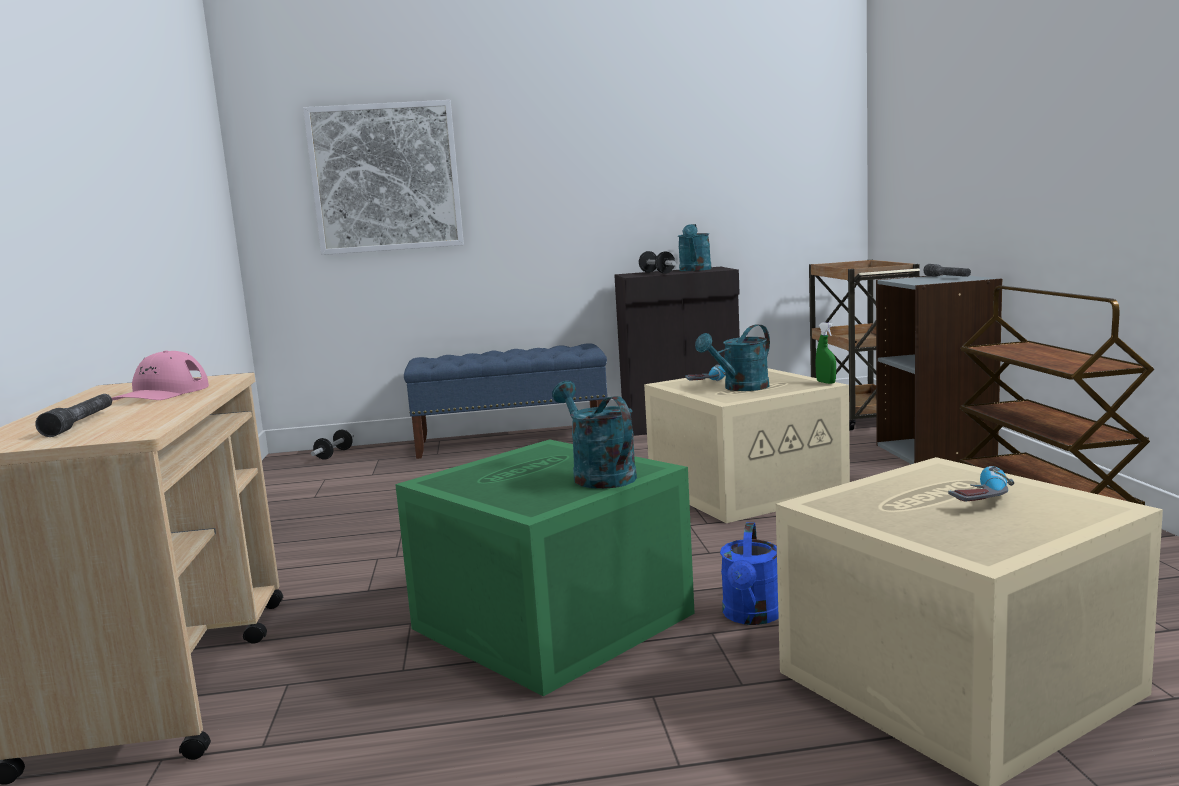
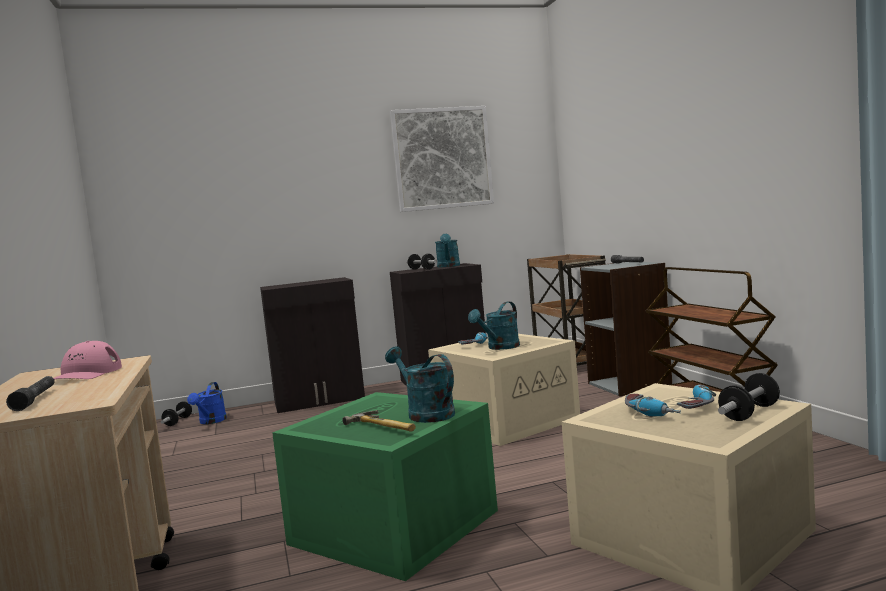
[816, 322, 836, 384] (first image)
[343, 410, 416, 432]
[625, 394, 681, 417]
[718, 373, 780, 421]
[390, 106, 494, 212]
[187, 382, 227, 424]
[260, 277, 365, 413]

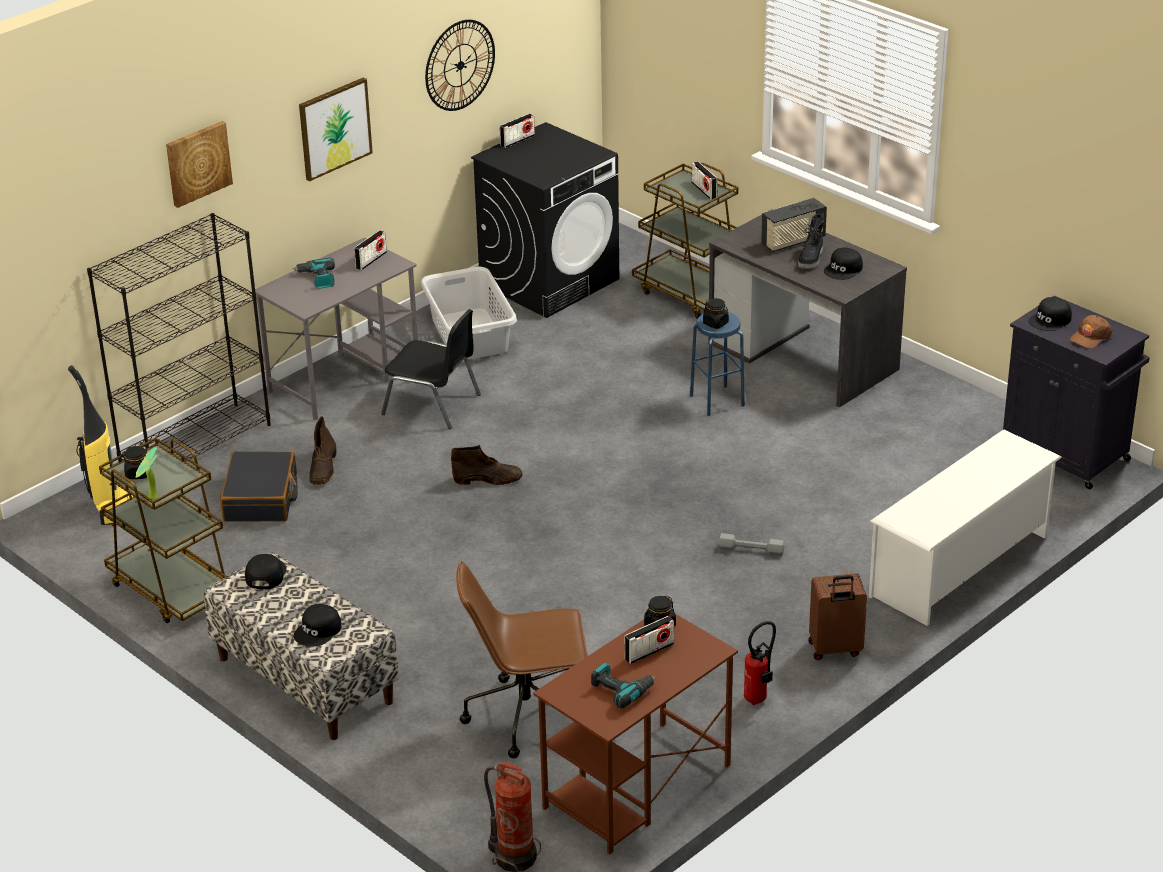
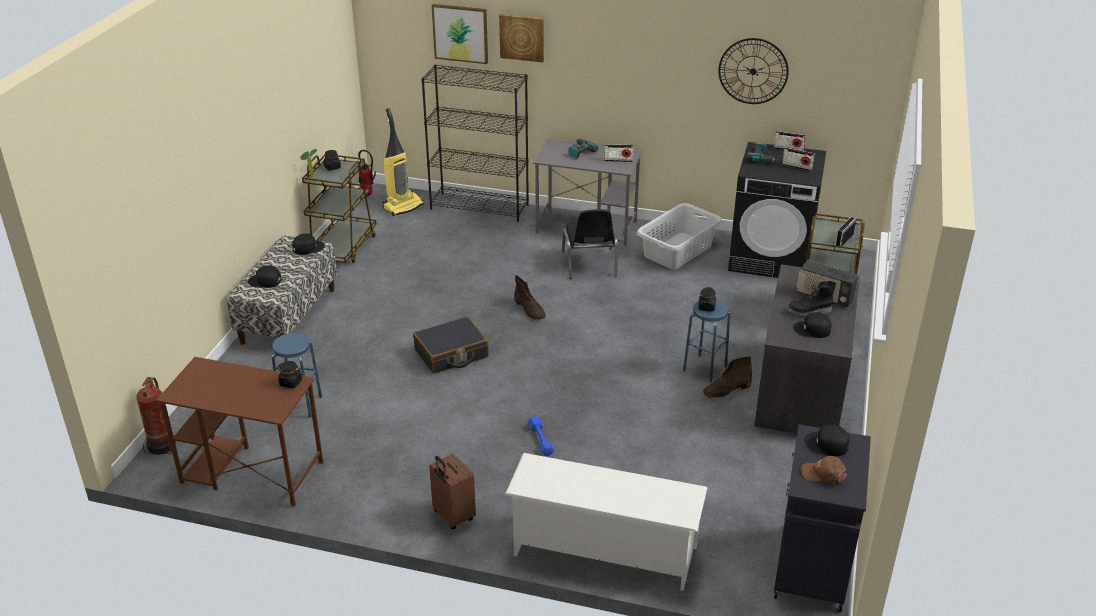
[413, 317, 489, 374]
[432, 4, 488, 64]
[703, 356, 752, 398]
[746, 142, 776, 163]
[782, 148, 815, 171]
[358, 150, 376, 196]
[272, 333, 322, 418]
[528, 416, 554, 456]

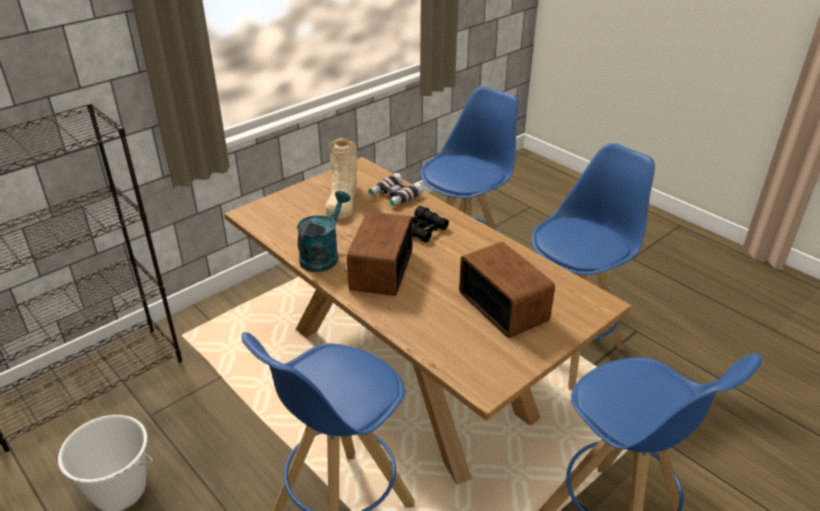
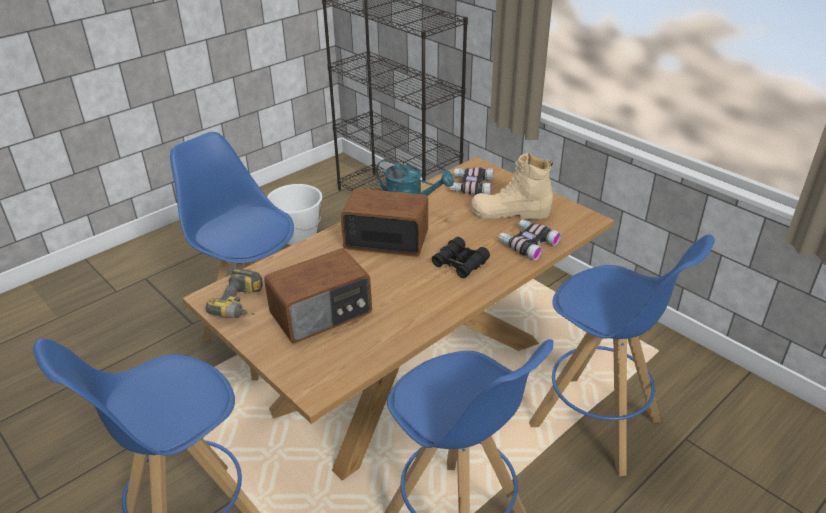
[205, 268, 263, 318]
[450, 167, 493, 195]

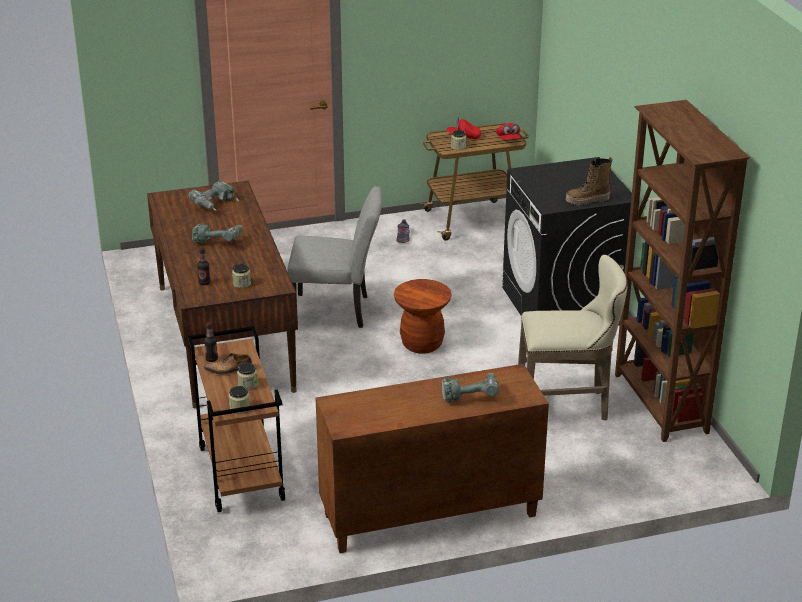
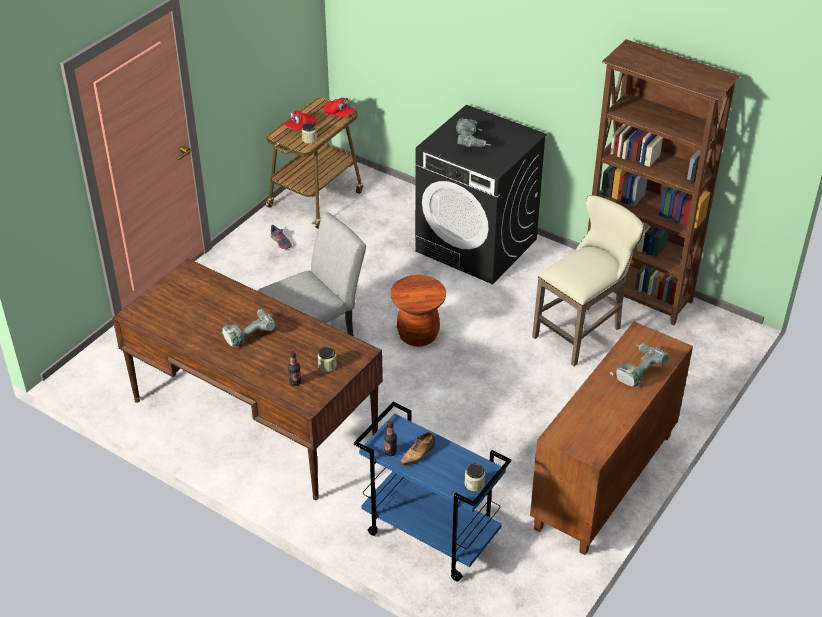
[237, 363, 258, 390] (first image)
[566, 157, 613, 205] (first image)
[456, 118, 491, 147]
[354, 402, 511, 582]

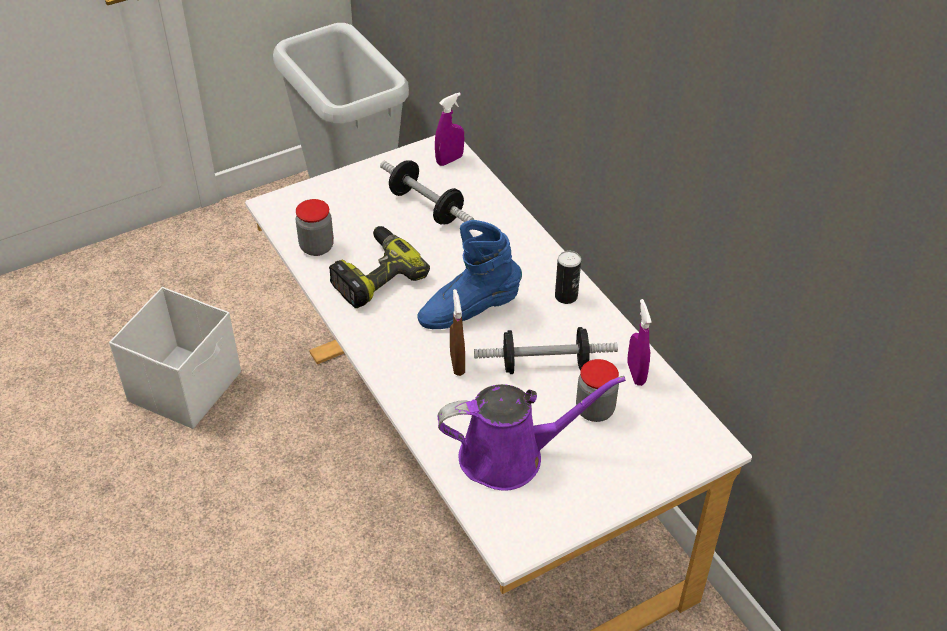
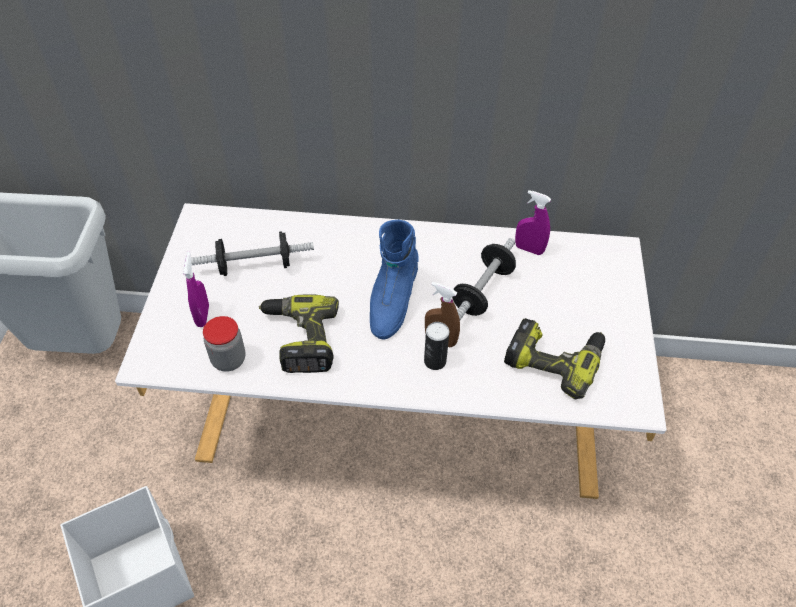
[576, 359, 619, 422] (first image)
[183, 252, 209, 327]
[424, 322, 449, 370]
[504, 318, 605, 399]

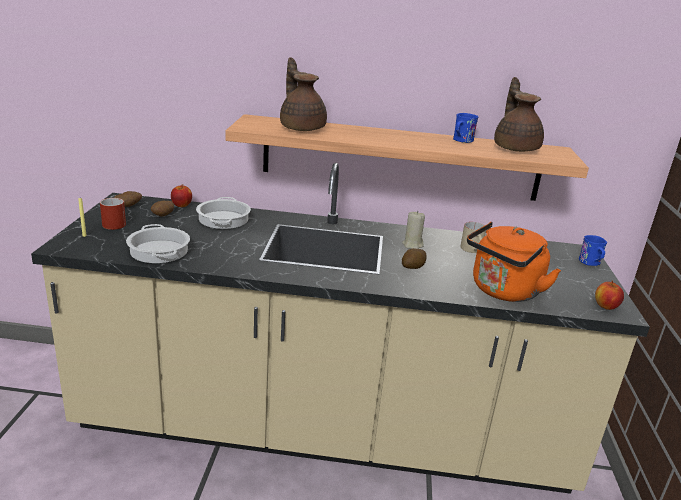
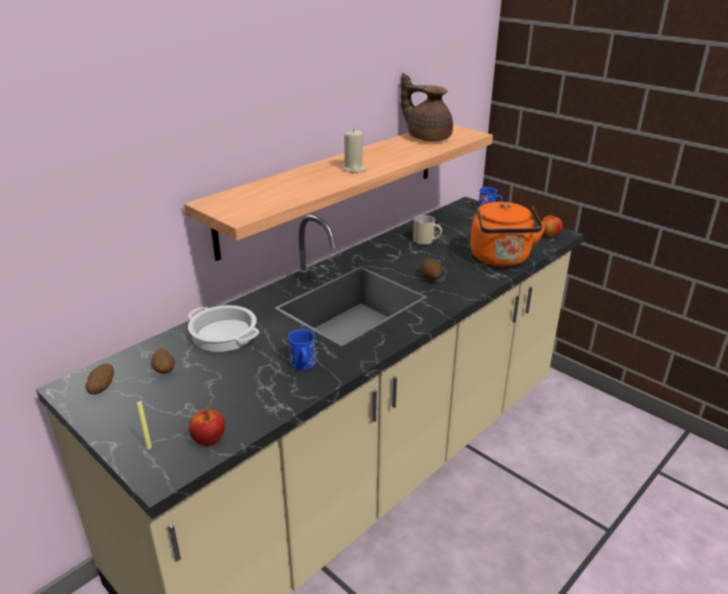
[100, 198, 126, 230] (first image)
[126, 224, 190, 263] (first image)
[280, 57, 327, 131] (first image)
[189, 409, 225, 446]
[343, 129, 366, 173]
[288, 329, 315, 370]

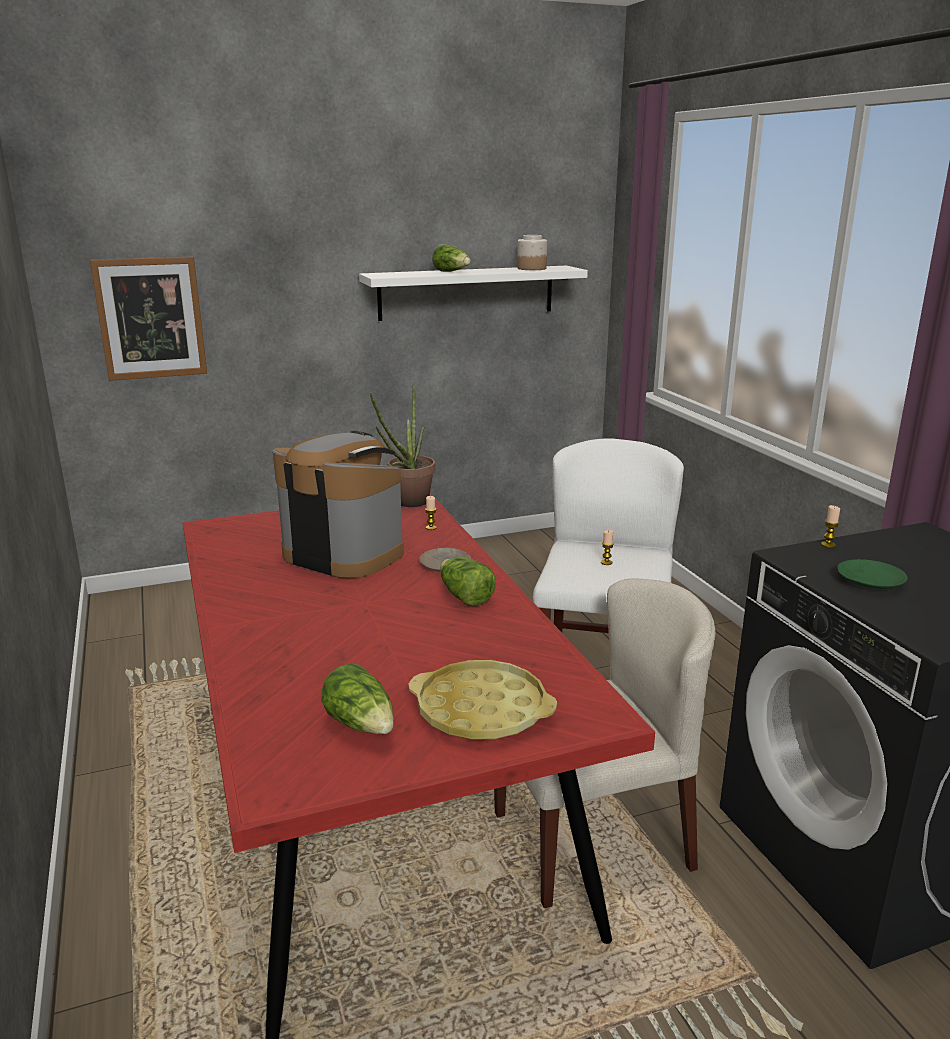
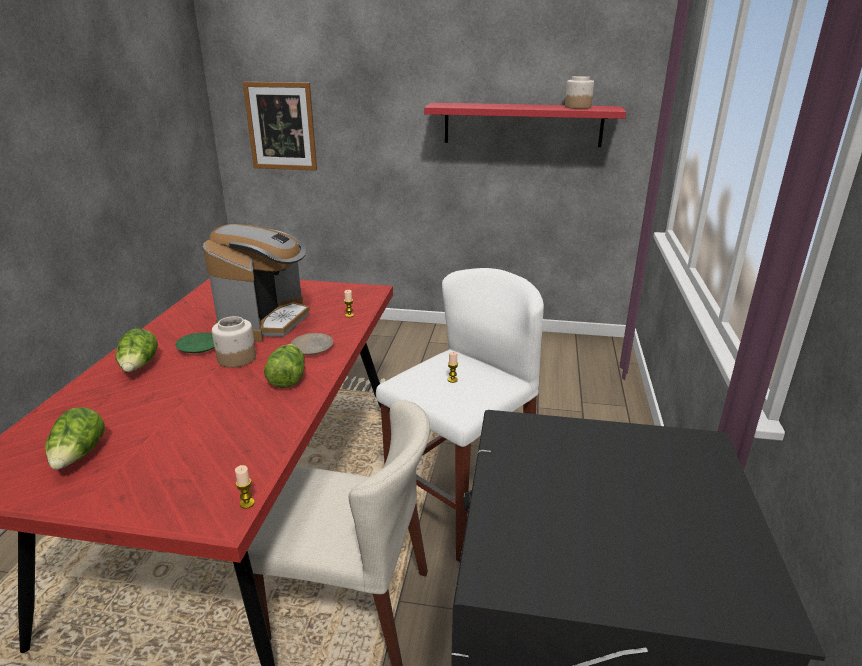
[370, 379, 435, 507] (first image)
[408, 660, 557, 740] (first image)
[212, 316, 256, 368]
[116, 329, 158, 372]
[235, 465, 255, 509]
[175, 332, 214, 353]
[424, 103, 626, 147]
[203, 224, 310, 342]

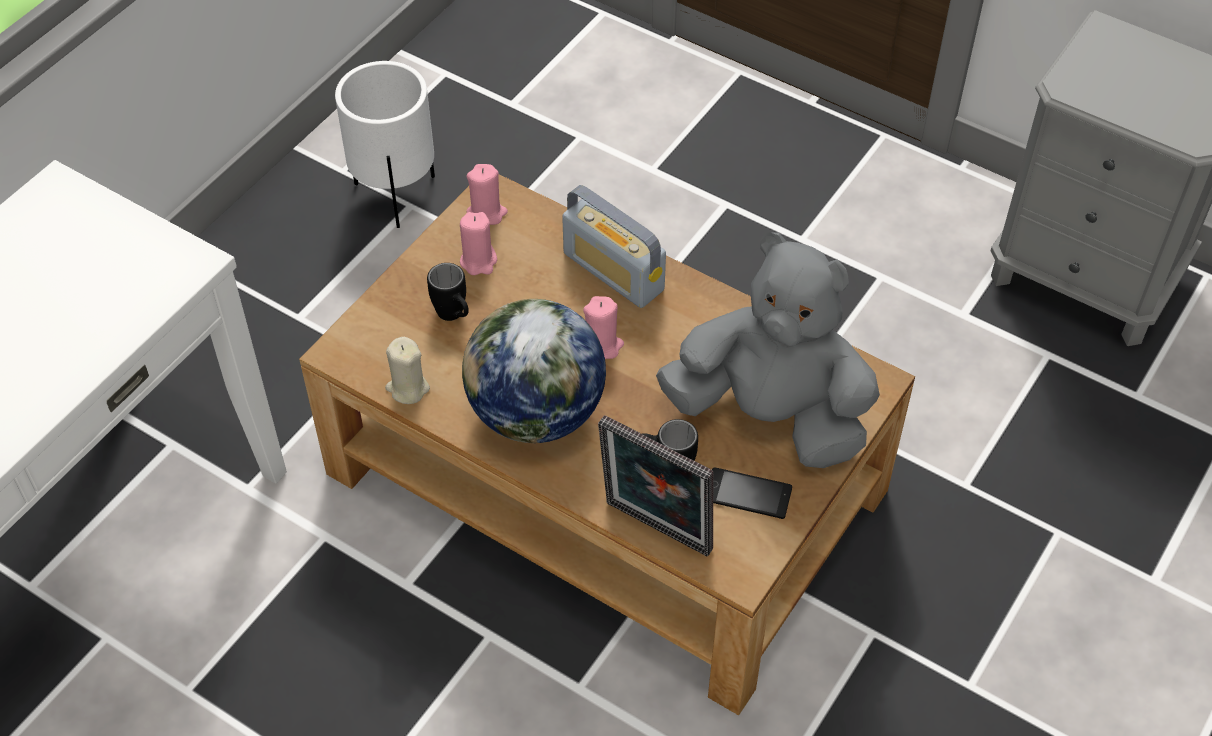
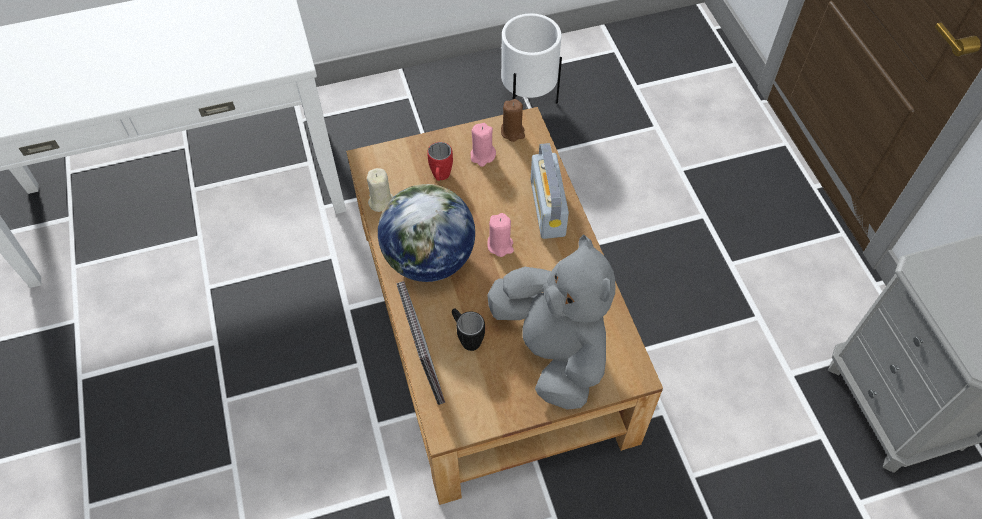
[712, 467, 792, 519] (first image)
[427, 142, 453, 181]
[501, 99, 525, 142]

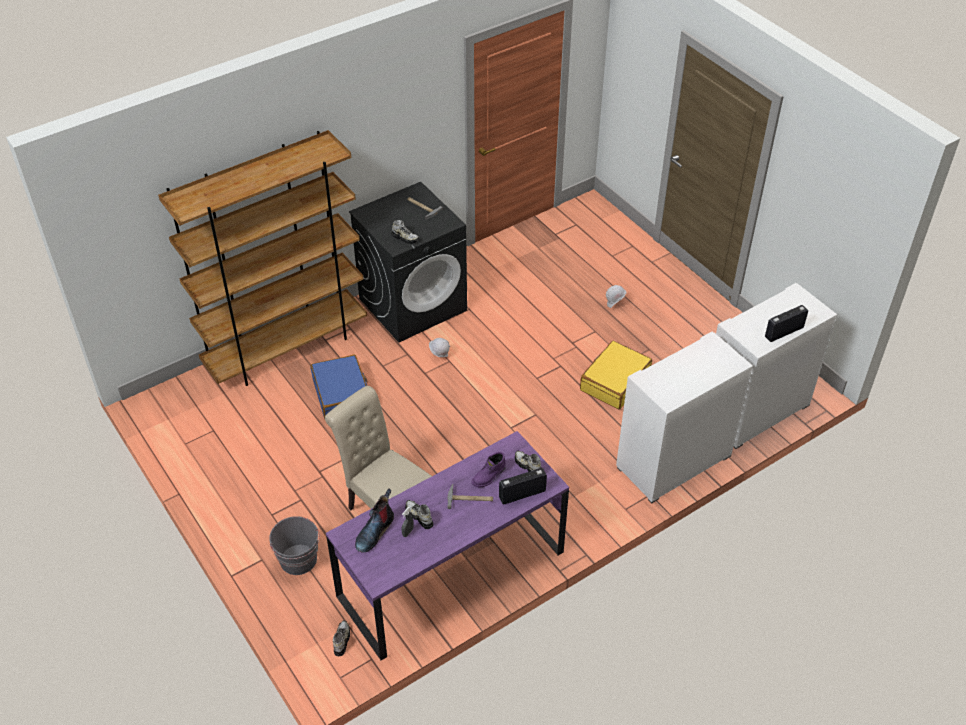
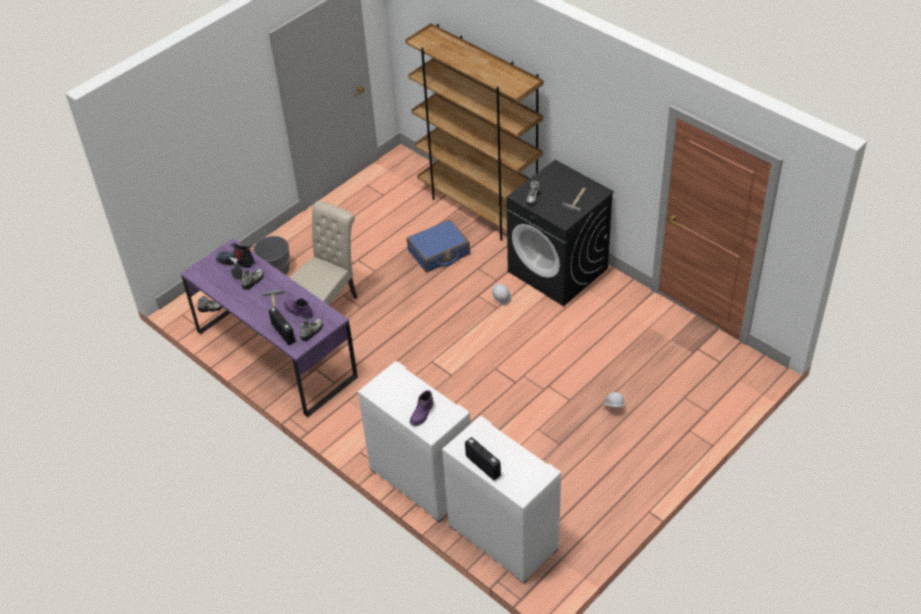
[580, 341, 652, 409] (first image)
[410, 390, 434, 426]

